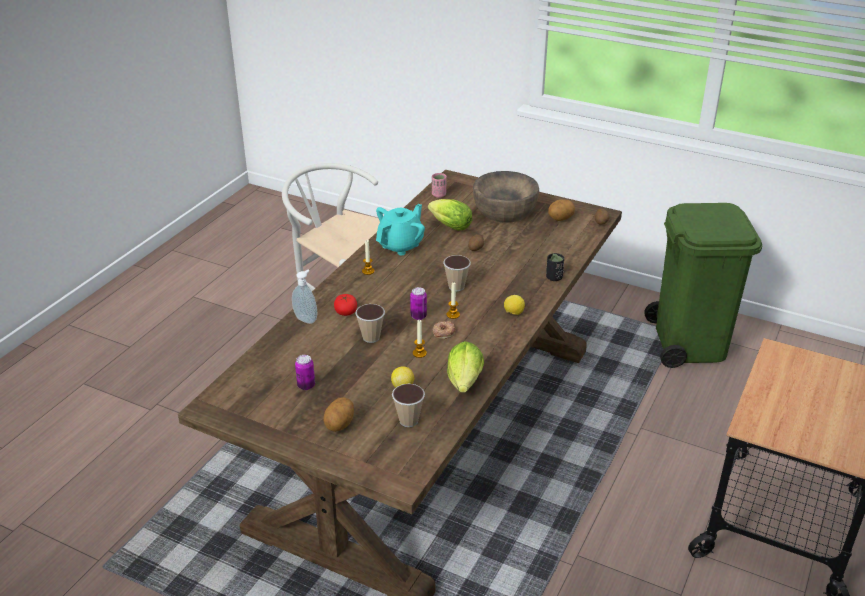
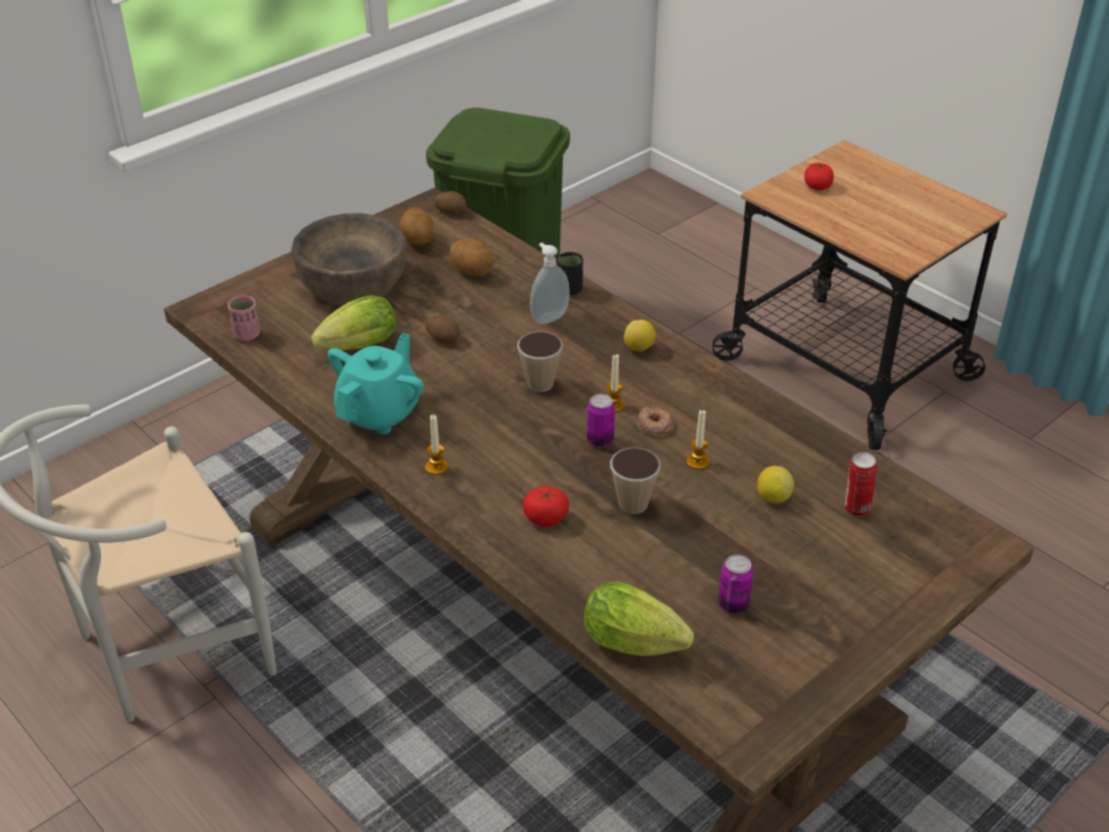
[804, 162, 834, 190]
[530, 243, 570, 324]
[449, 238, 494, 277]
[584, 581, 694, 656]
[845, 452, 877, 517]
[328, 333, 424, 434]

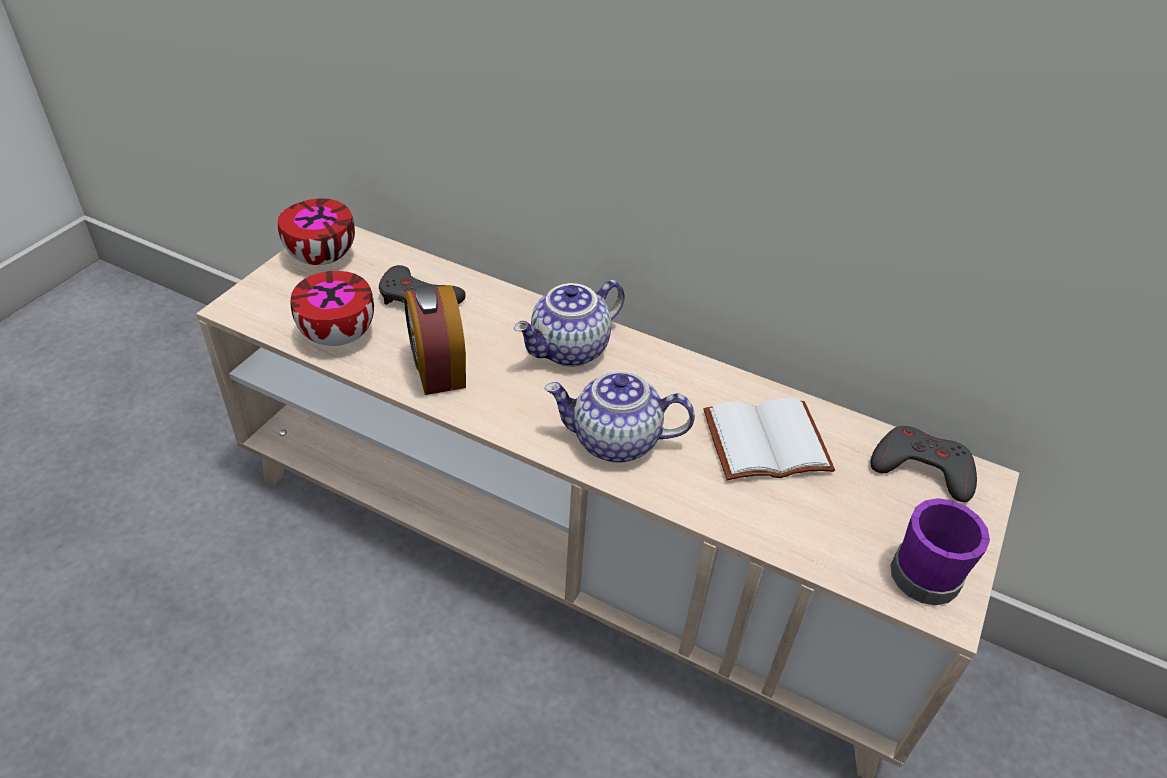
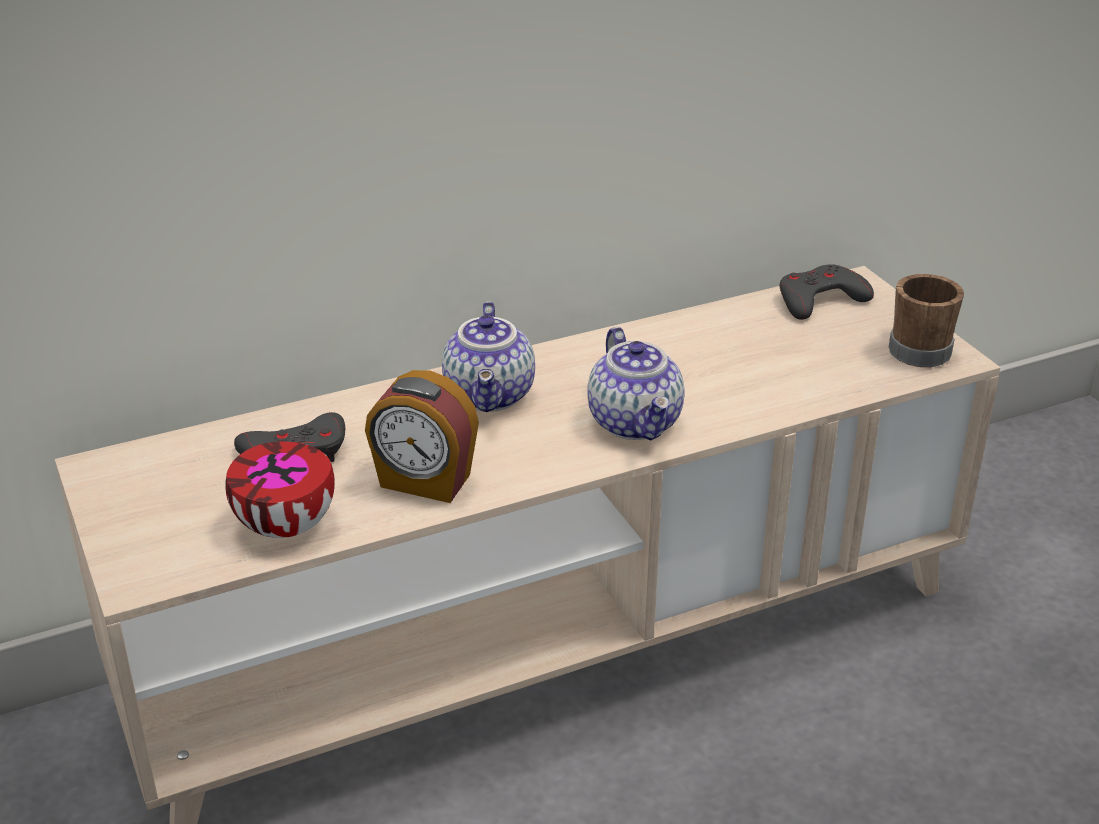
[278, 198, 355, 265] (first image)
[704, 398, 835, 480] (first image)
[889, 274, 964, 367]
[587, 327, 685, 440]

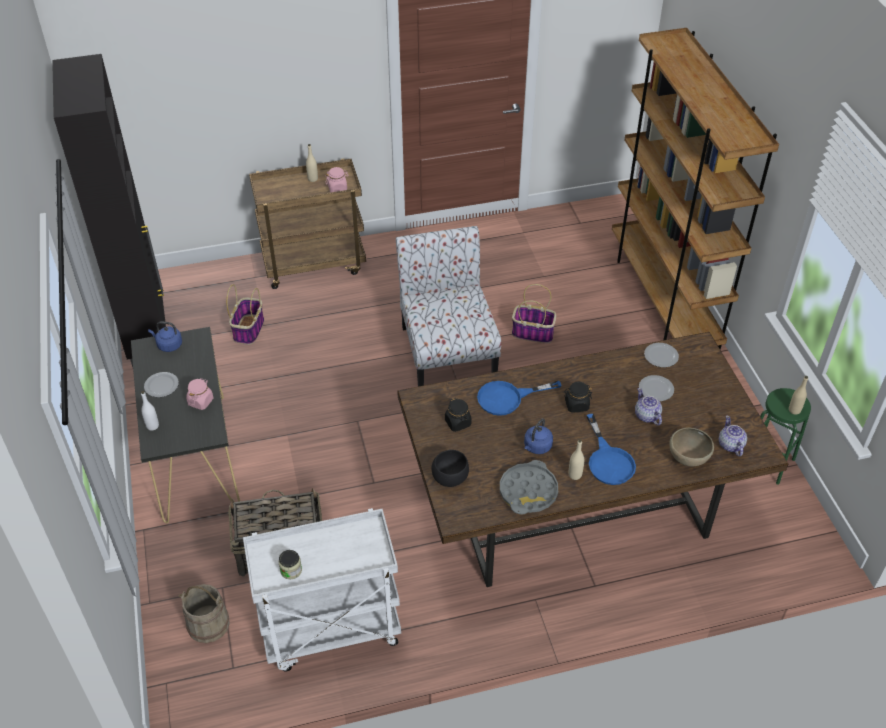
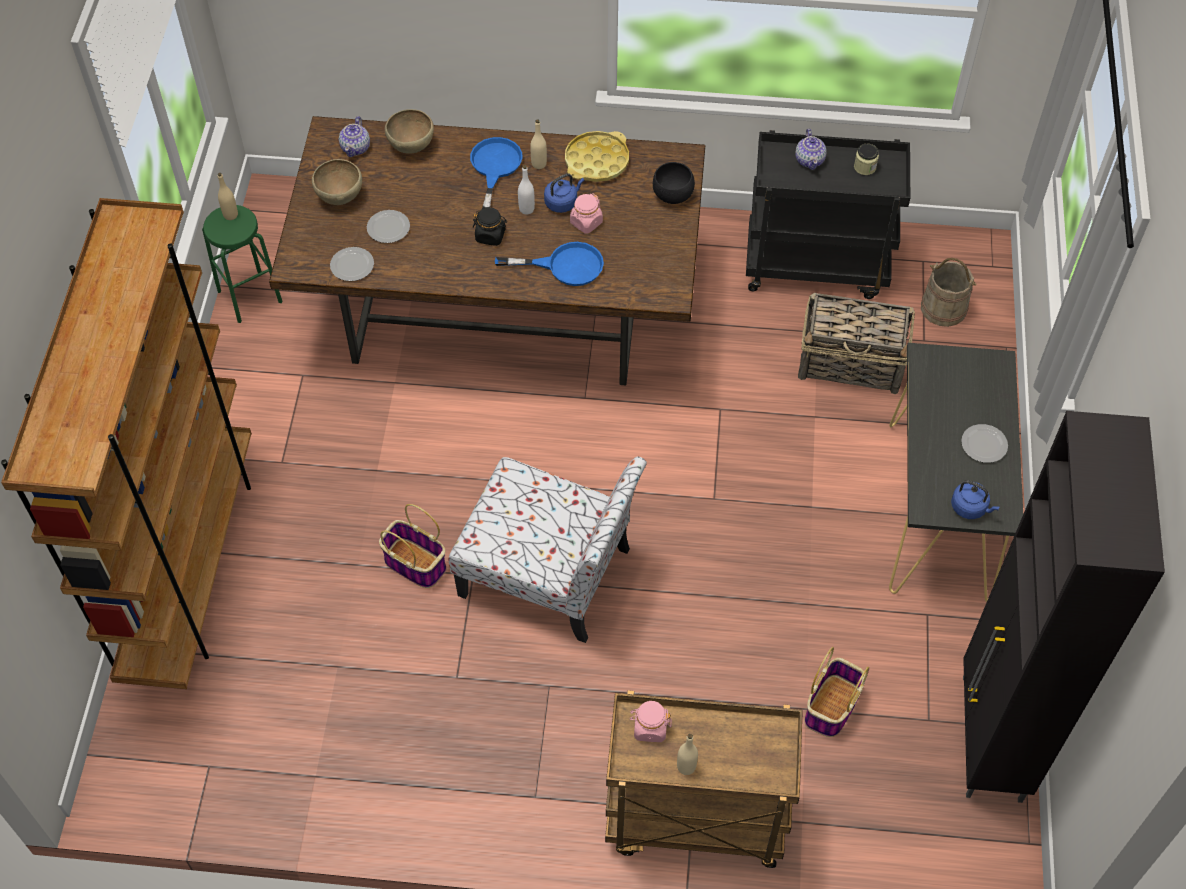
[445, 398, 472, 432] (first image)
[312, 159, 362, 205]
[518, 165, 535, 214]
[570, 193, 603, 233]
[795, 129, 827, 170]
[746, 130, 910, 299]
[565, 131, 629, 182]
[448, 457, 647, 643]

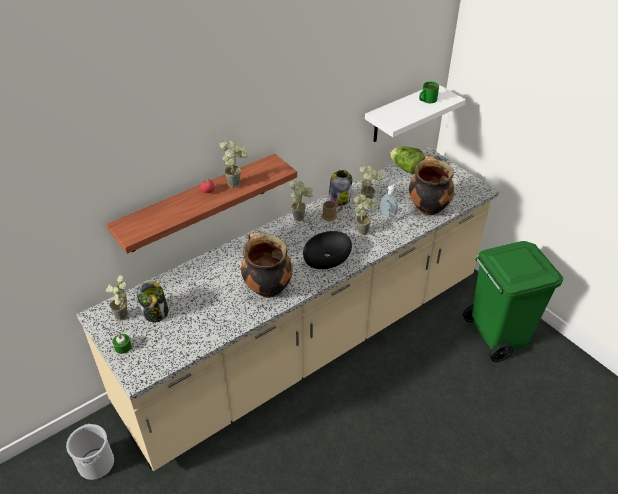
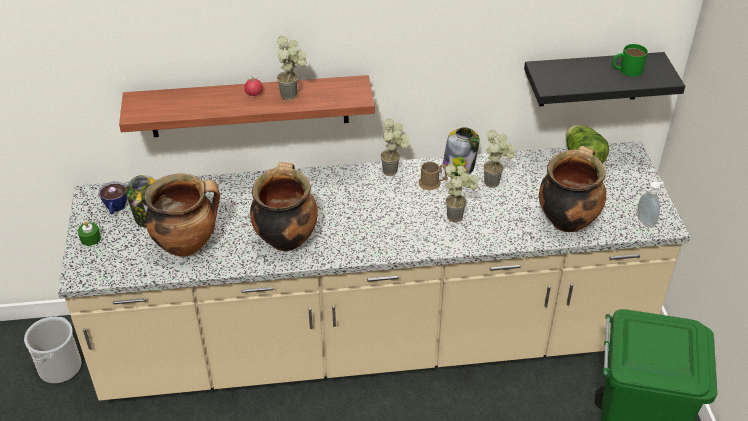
[303, 231, 352, 269] (first image)
[145, 174, 220, 257]
[637, 181, 664, 228]
[99, 181, 127, 215]
[524, 52, 685, 106]

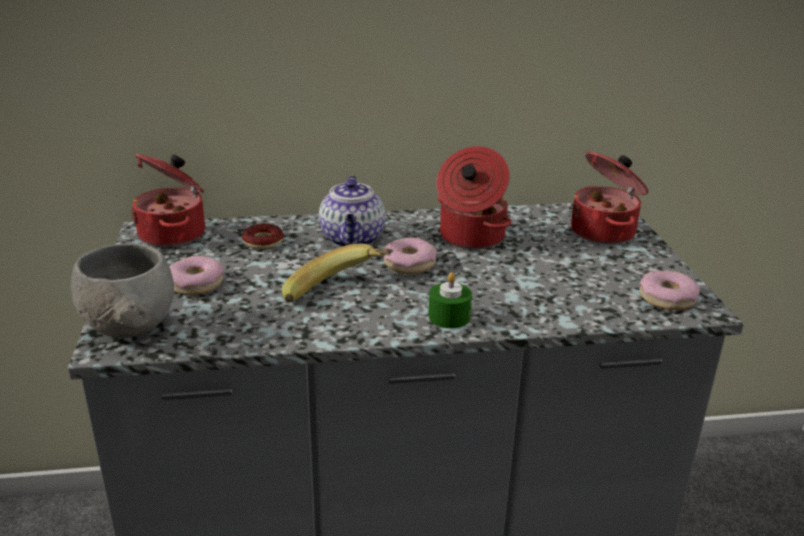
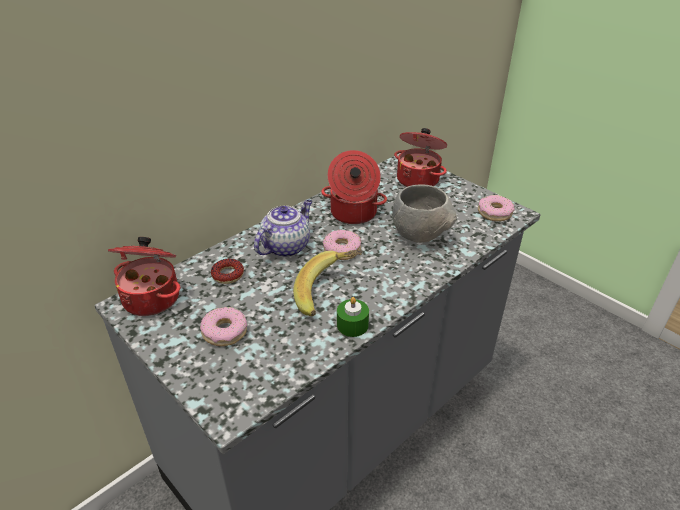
[393, 184, 457, 243]
[337, 297, 369, 337]
[254, 199, 312, 257]

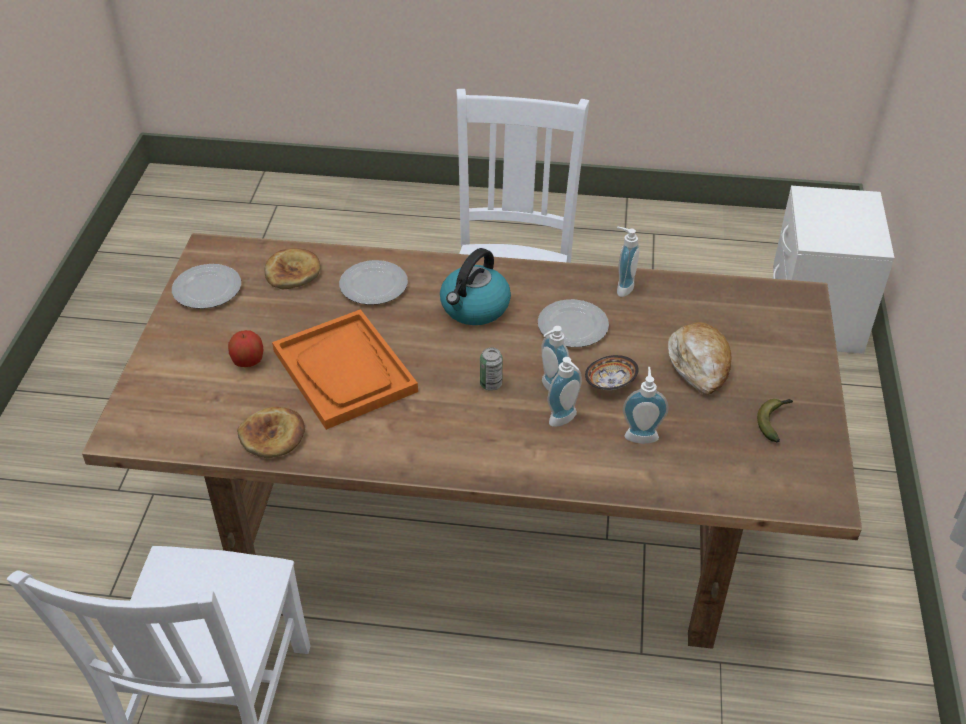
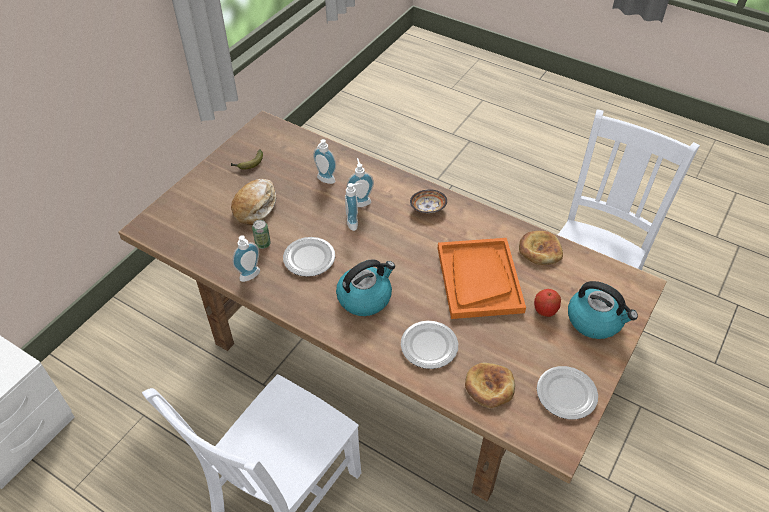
[568, 281, 638, 339]
[252, 220, 271, 249]
[410, 189, 447, 213]

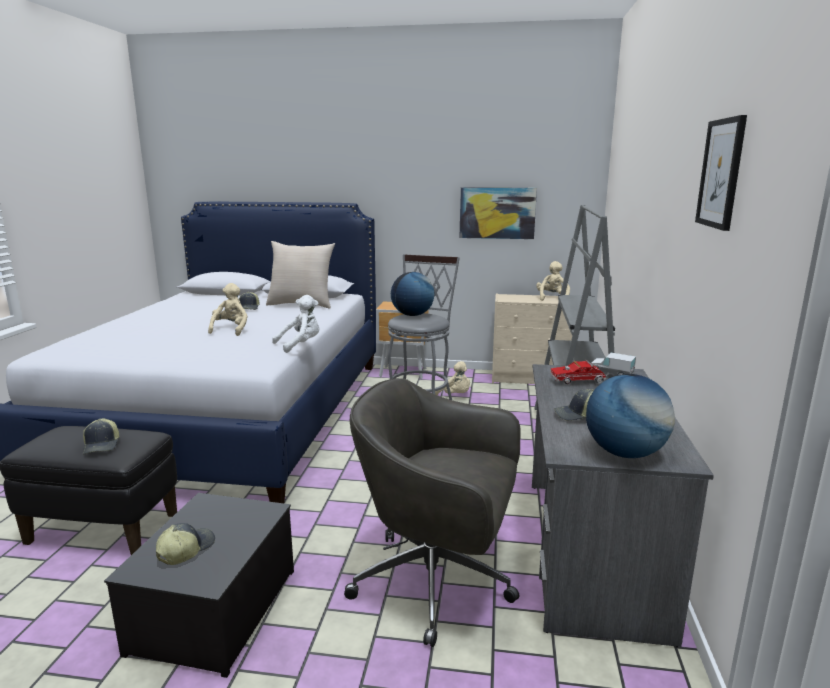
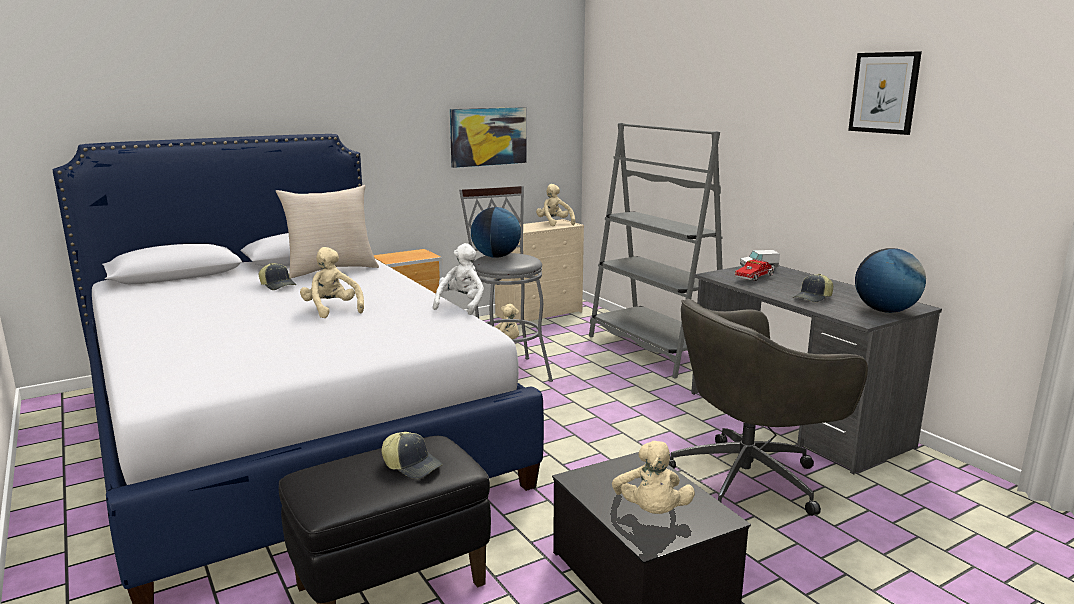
[612, 441, 695, 514]

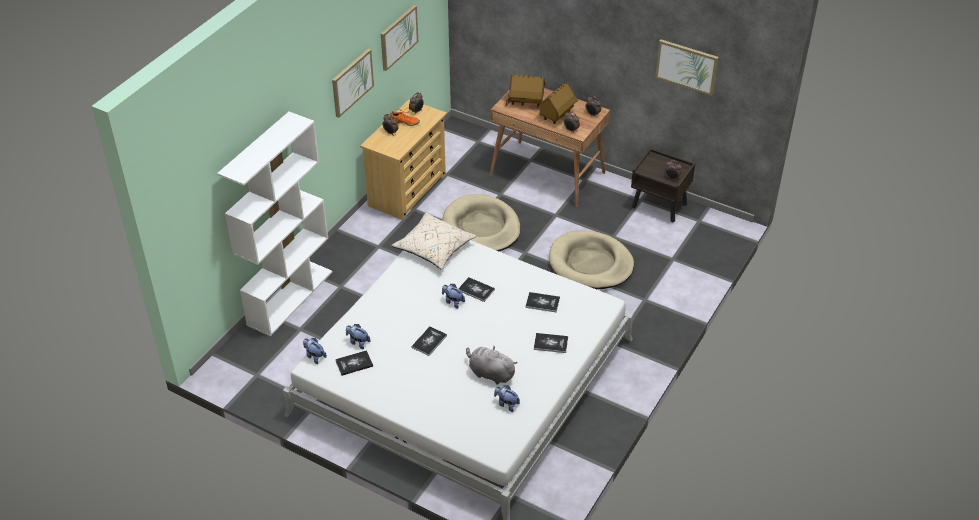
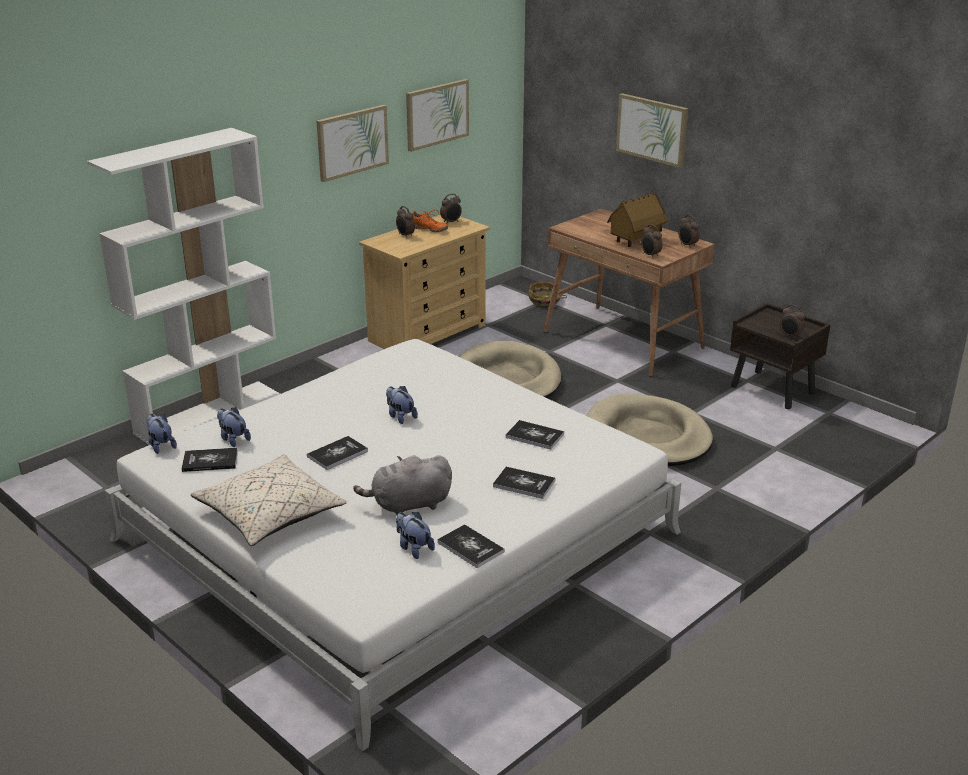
[505, 74, 545, 106] (first image)
[528, 282, 567, 306]
[190, 454, 347, 546]
[437, 524, 505, 568]
[616, 93, 688, 168]
[353, 455, 452, 515]

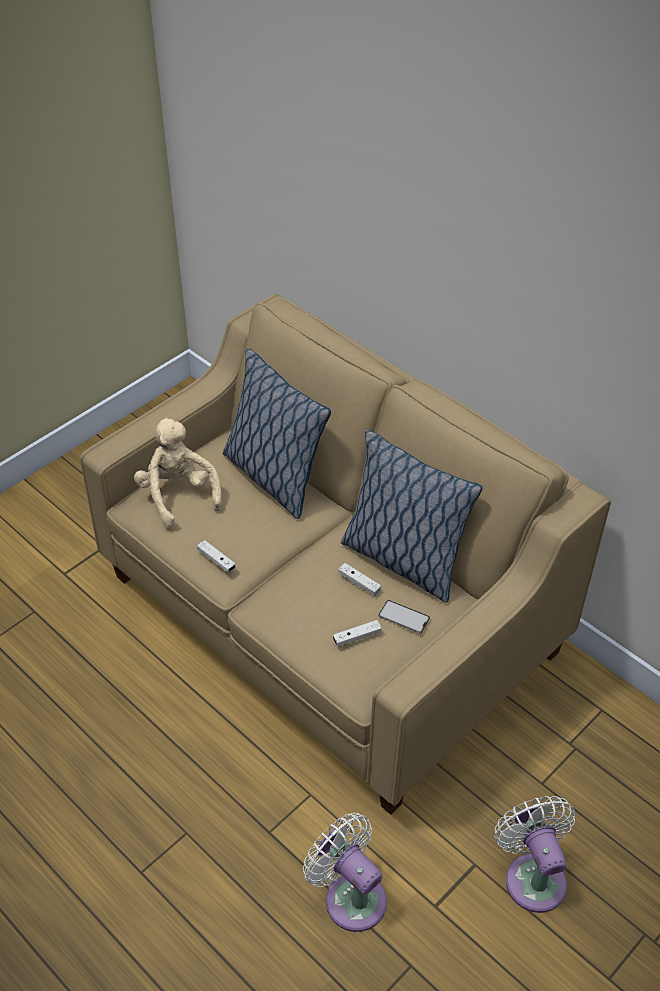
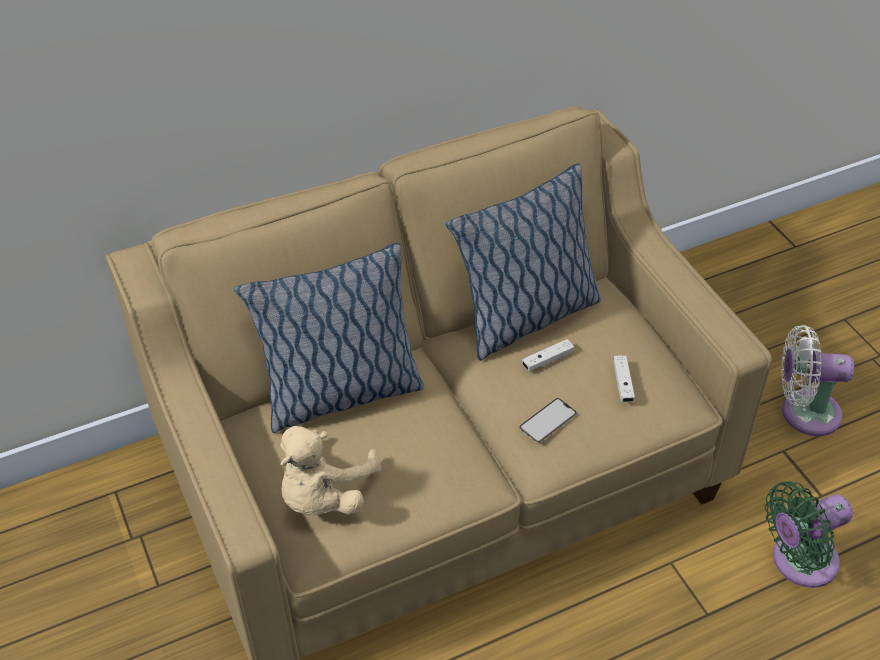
[197, 540, 236, 573] (first image)
[519, 398, 577, 443]
[765, 481, 853, 588]
[280, 426, 381, 515]

